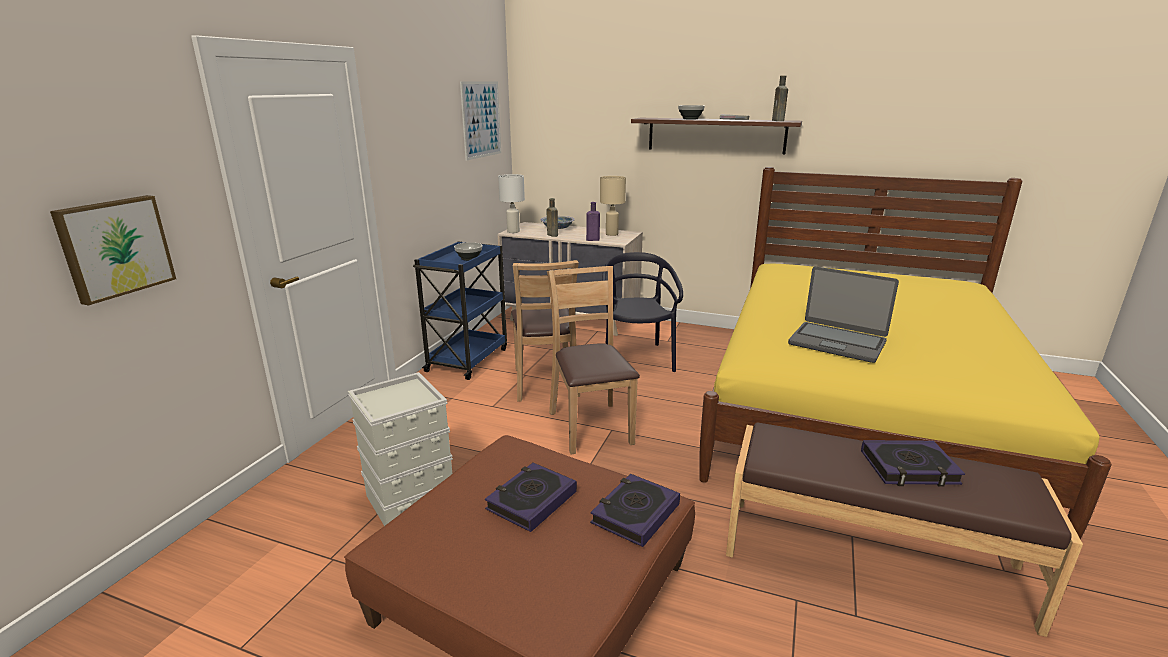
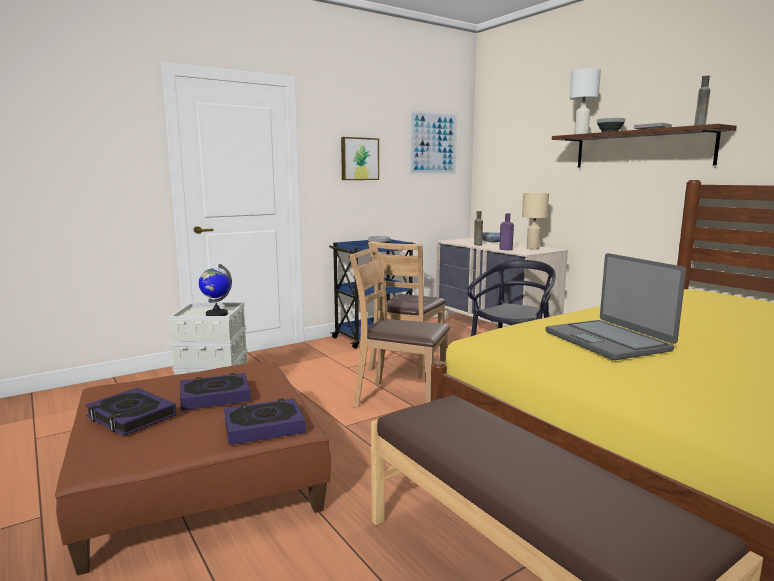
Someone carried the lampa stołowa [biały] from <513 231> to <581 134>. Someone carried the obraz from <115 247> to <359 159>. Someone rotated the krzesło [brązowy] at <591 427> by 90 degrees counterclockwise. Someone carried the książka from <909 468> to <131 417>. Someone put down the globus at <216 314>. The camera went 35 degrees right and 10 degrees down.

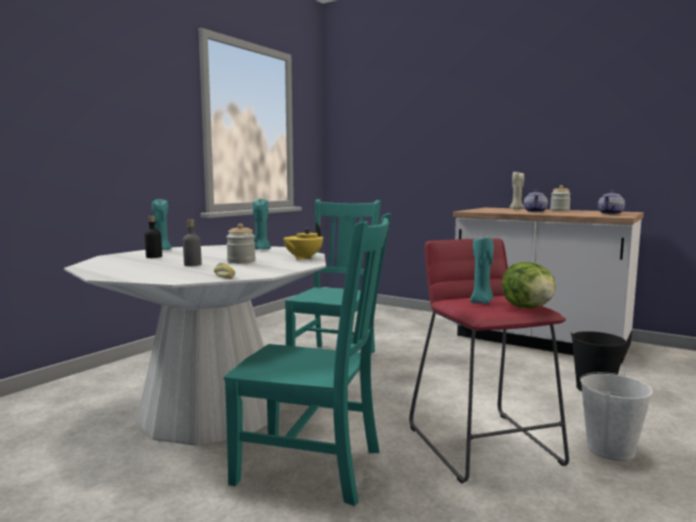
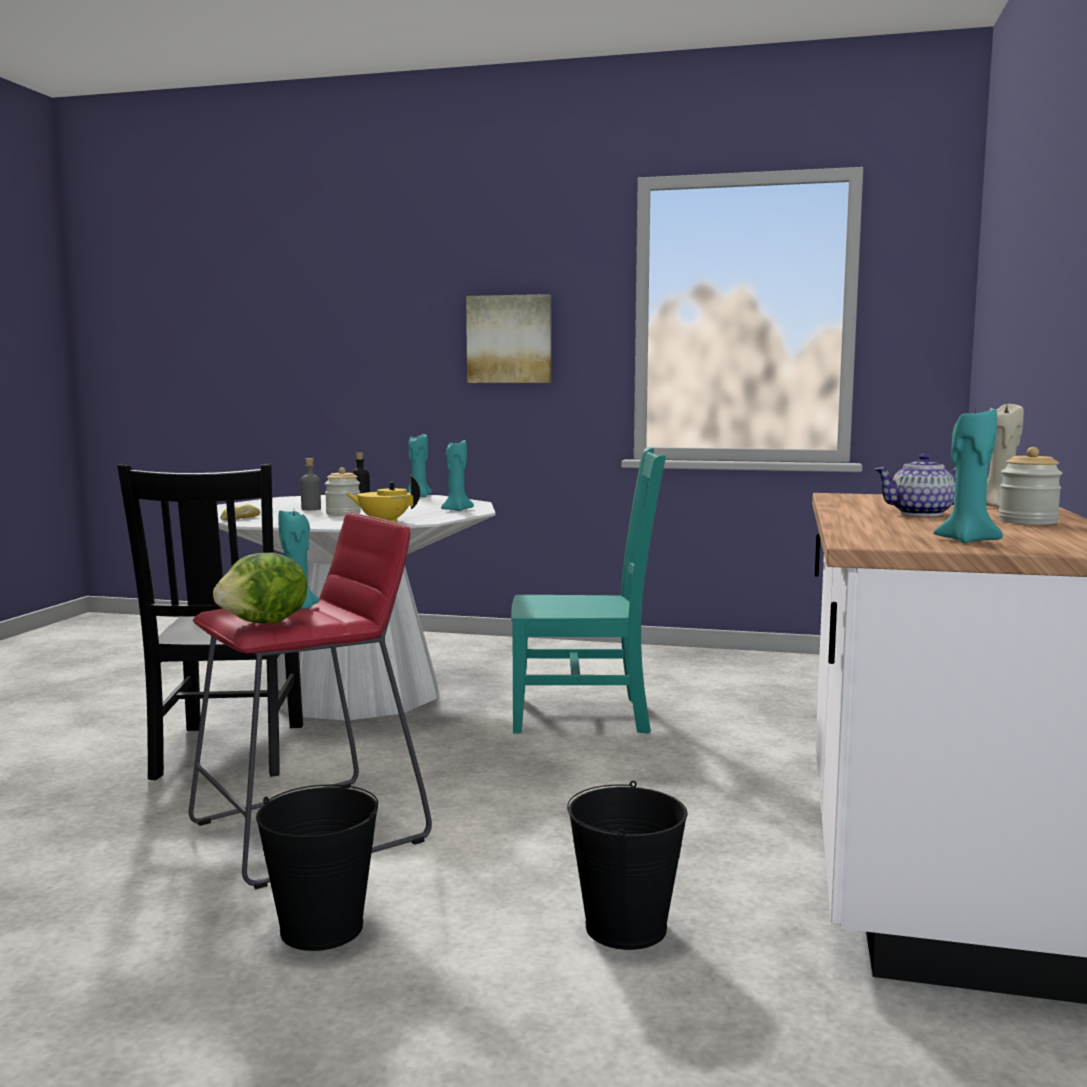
Someone swapped the imbryk at <611 213> for the świeca [turkusowy] at <967 540>. Someone repainted the krzesło [turkusowy] at <313 467>, which became the krzesło [czarny] at <228 753>. Someone repainted the wiadro [biały] at <611 449>, which became the wiadro [czarny] at <321 929>. Someone put up the obraz at <509 339>. The camera went 70 degrees right and 0 degrees up.

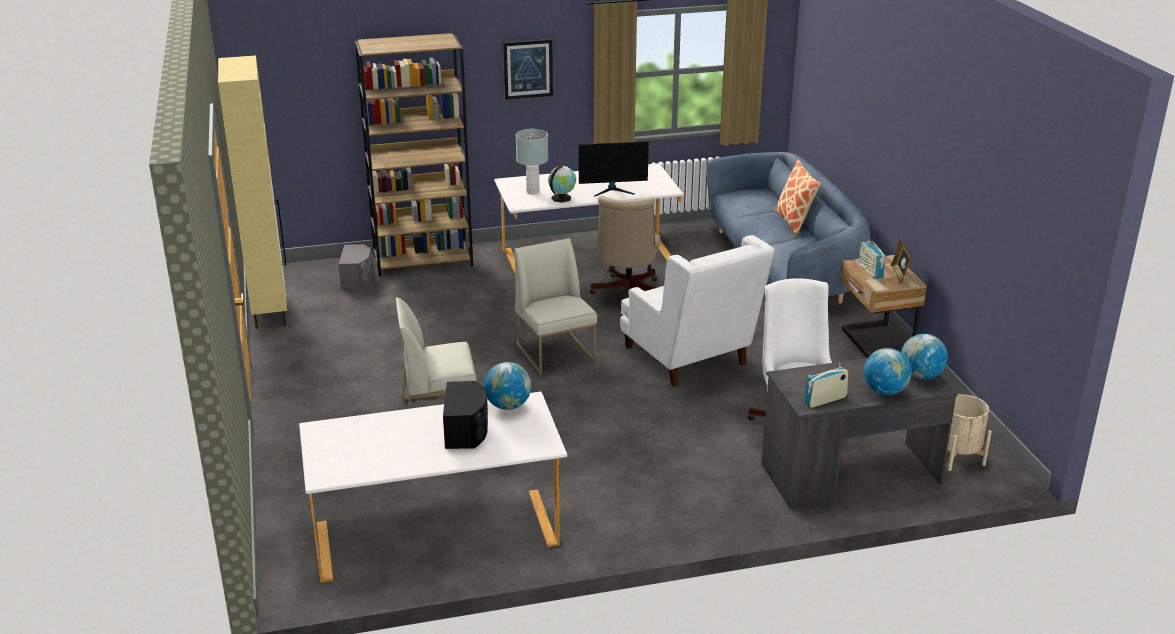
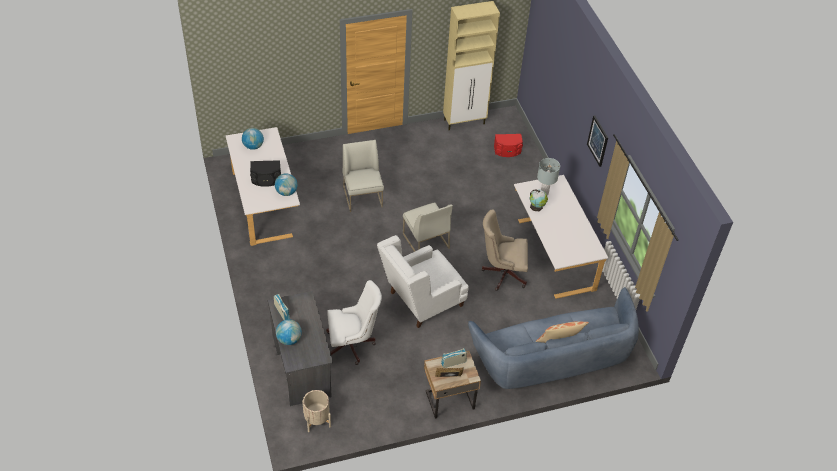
Someone took away the regał [brązowy] at <423 260>. Someone took away the monitor at <613 190>. Someone rotated the krzesło [biały] at <556 353> by 90 degrees clockwise. Someone repainted the głośnik [szary] at <357 278>, which became the głośnik [czerwony] at <507 151>. Someone carried the globus from <921 376> to <253 146>. The camera went 85 degrees right and 20 degrees up.

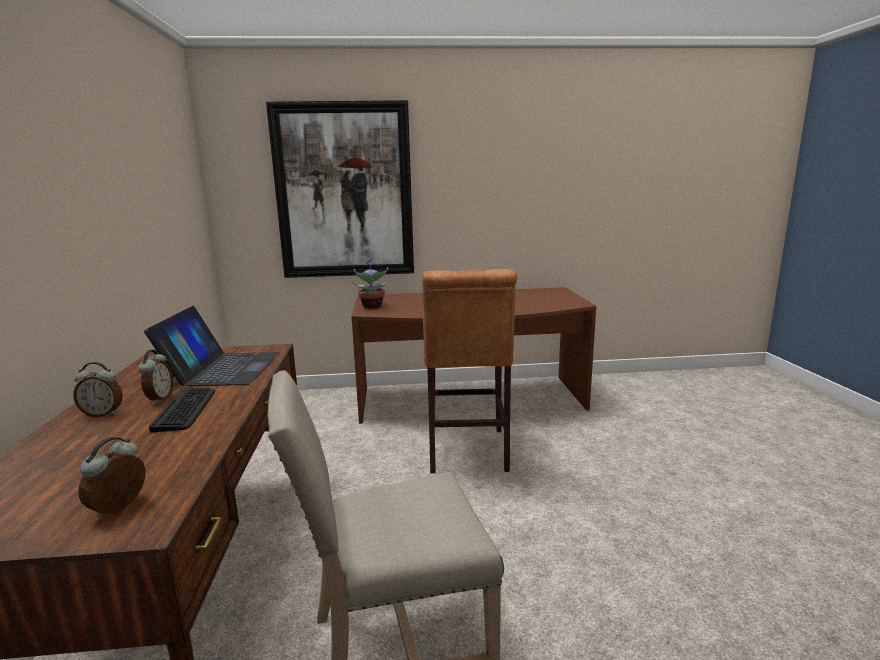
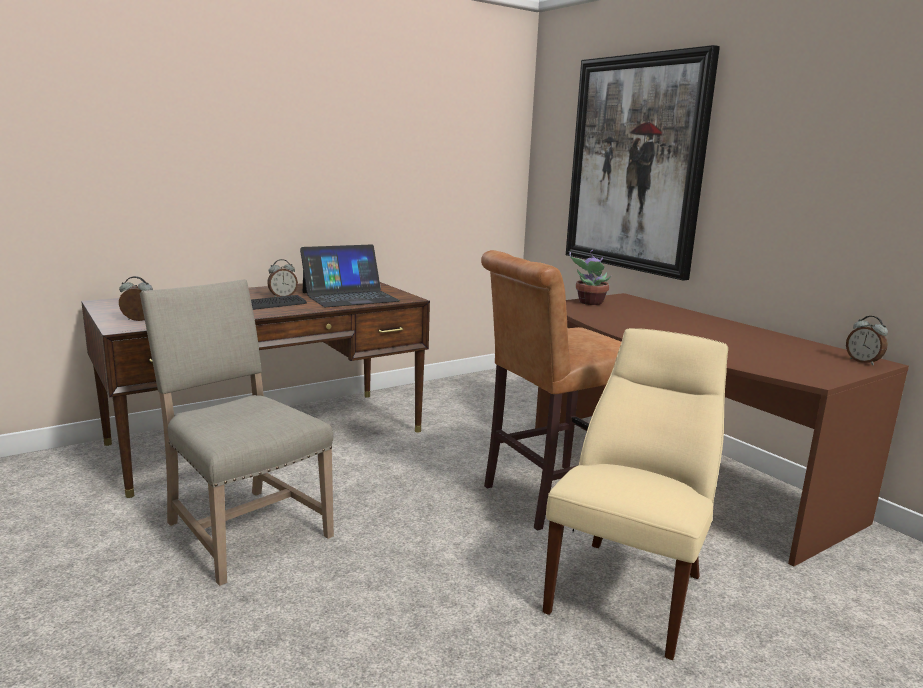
Someone carried the budzik from <103 414> to <863 362>. Someone put down the krzesło [beżowy] at <629 589>. The camera went 60 degrees right and 0 degrees up.

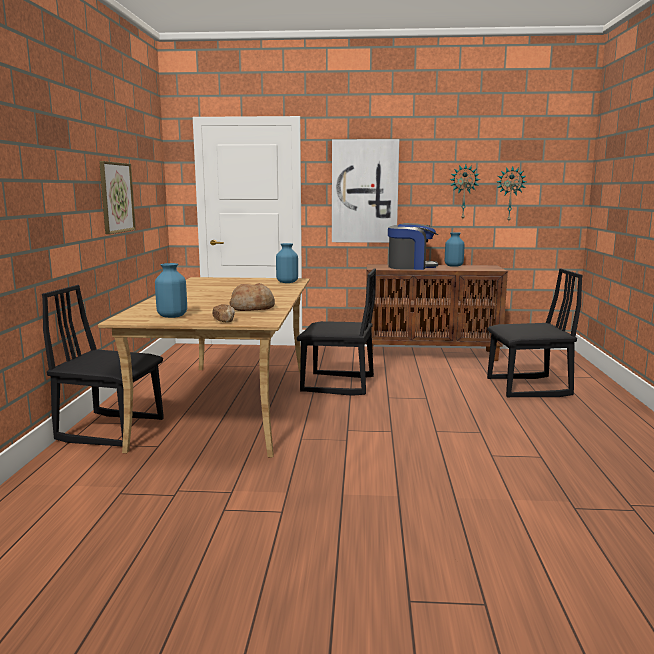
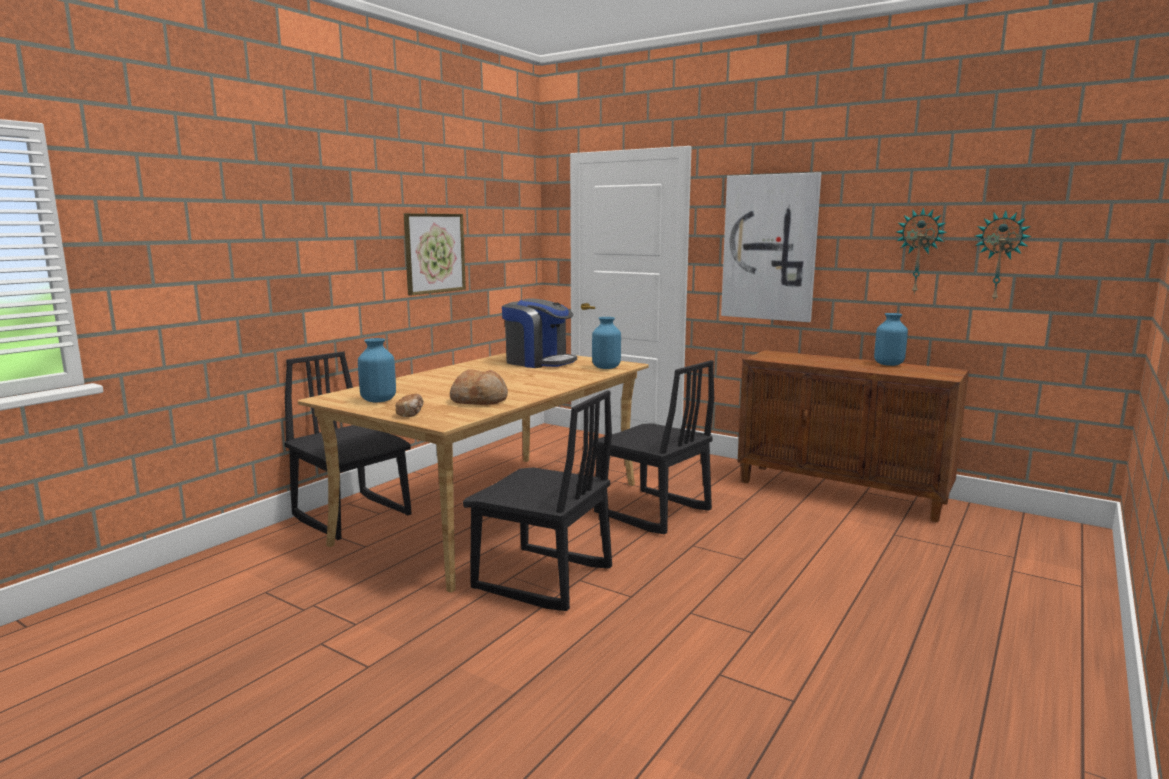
Someone carried the ekspres do kawy from <411 267> to <539 362>. Someone carried the krzesło [czarny] from <528 387> to <542 579>. The camera went 30 degrees right and 0 degrees up.

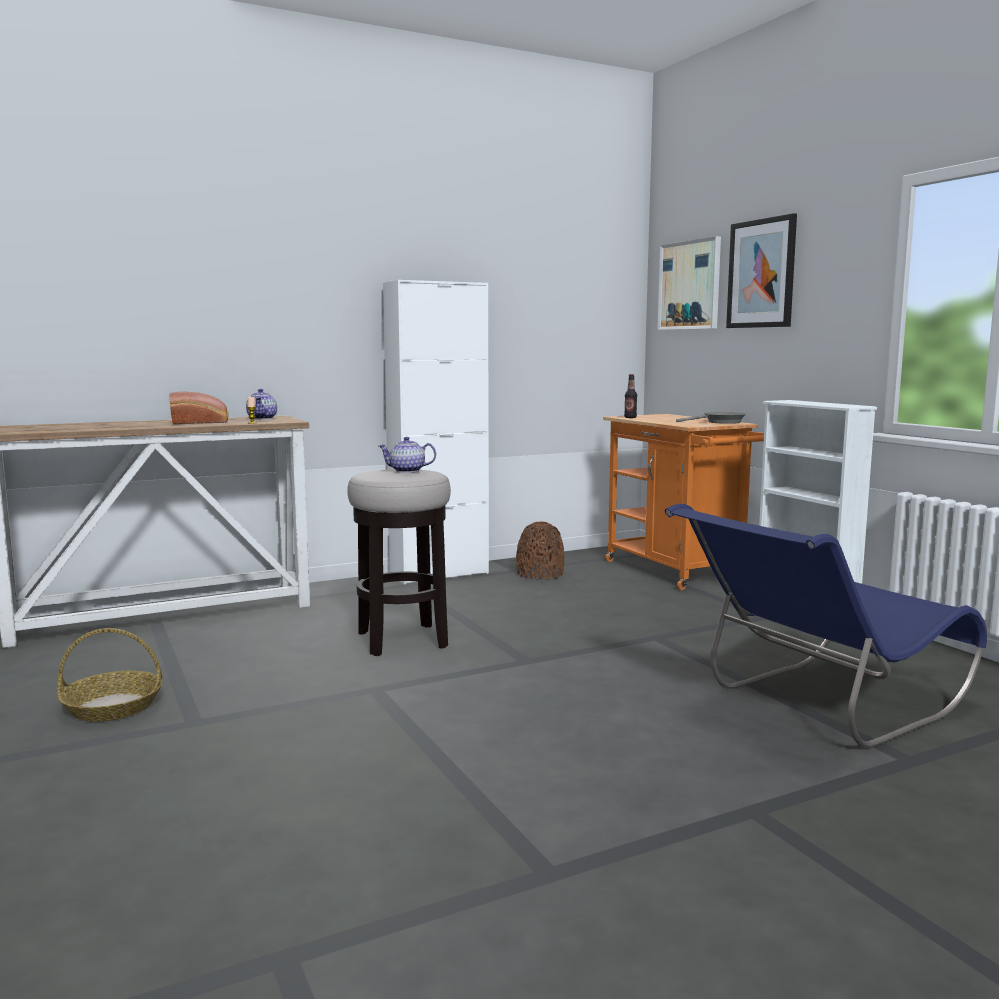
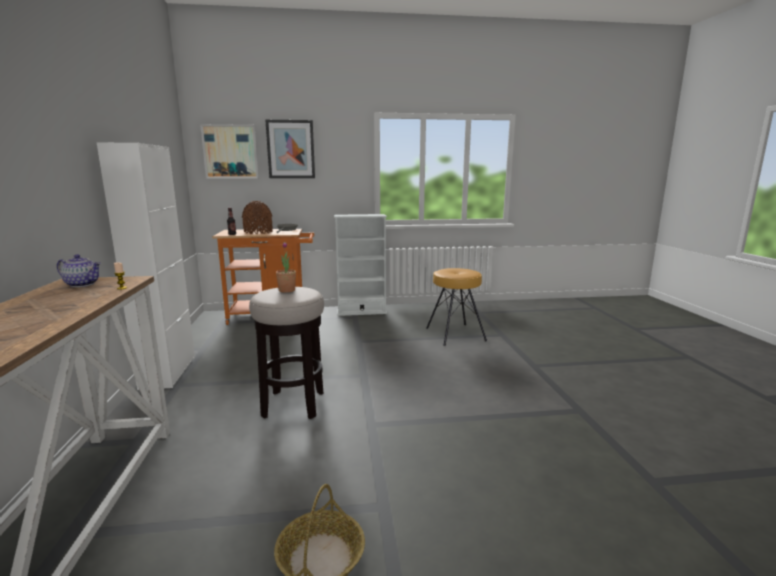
Someone took away the chleb at <201 422>. Someone swapped the imbryk at <407 471> for the roślina doniczkowa at <287 290>. Someone swapped the krzesło [niebieski] at <820 707> for the stołek [brązowy] at <454 334>. Someone carried the wazon [brązowy] from <540 574> to <258 232>. The camera went 70 degrees left and 5 degrees up.

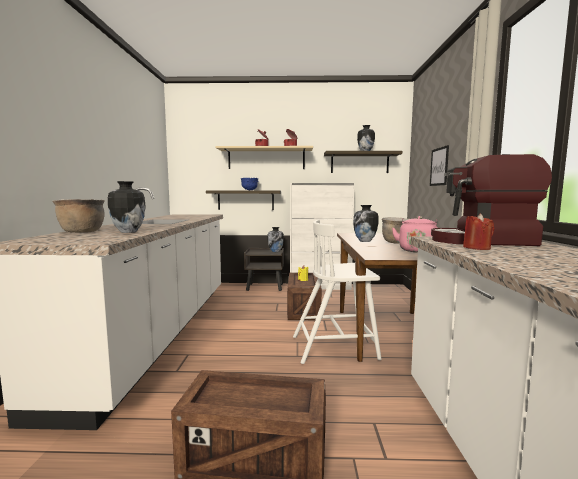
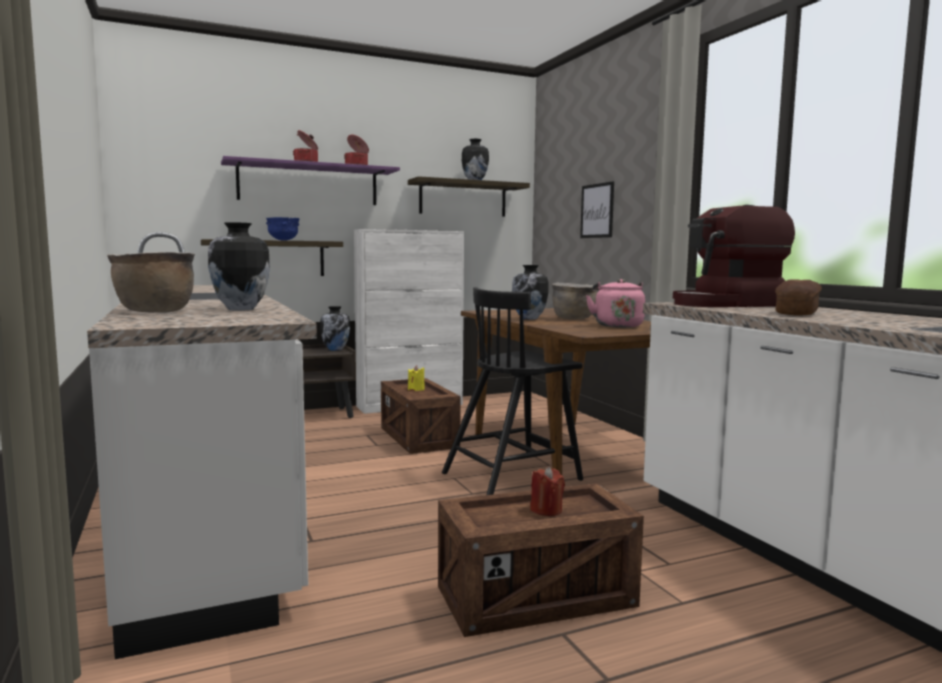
Someone repainted the półka [beżowy] at <266 159>, which became the półka [fioletowy] at <308 184>. Someone carried the świeca [czerwony] from <477 248> to <546 510>. Someone repainted the krzesło [biały] at <335 347>, which became the krzesło [czarny] at <513 476>. Someone put down the chleb at <797 313>. The camera went 25 degrees left and 0 degrees up.

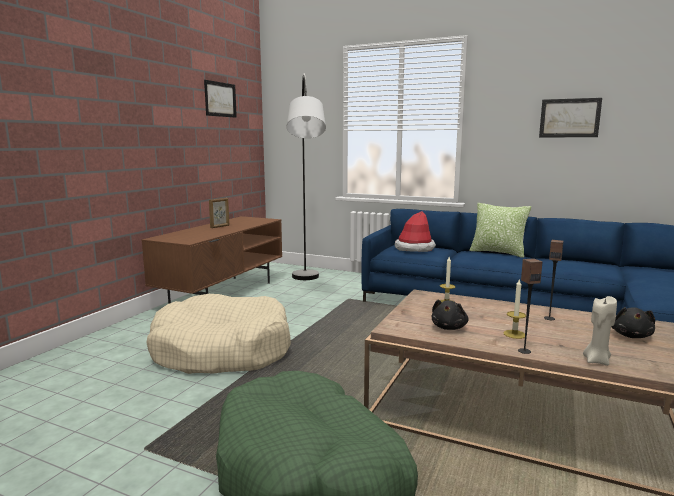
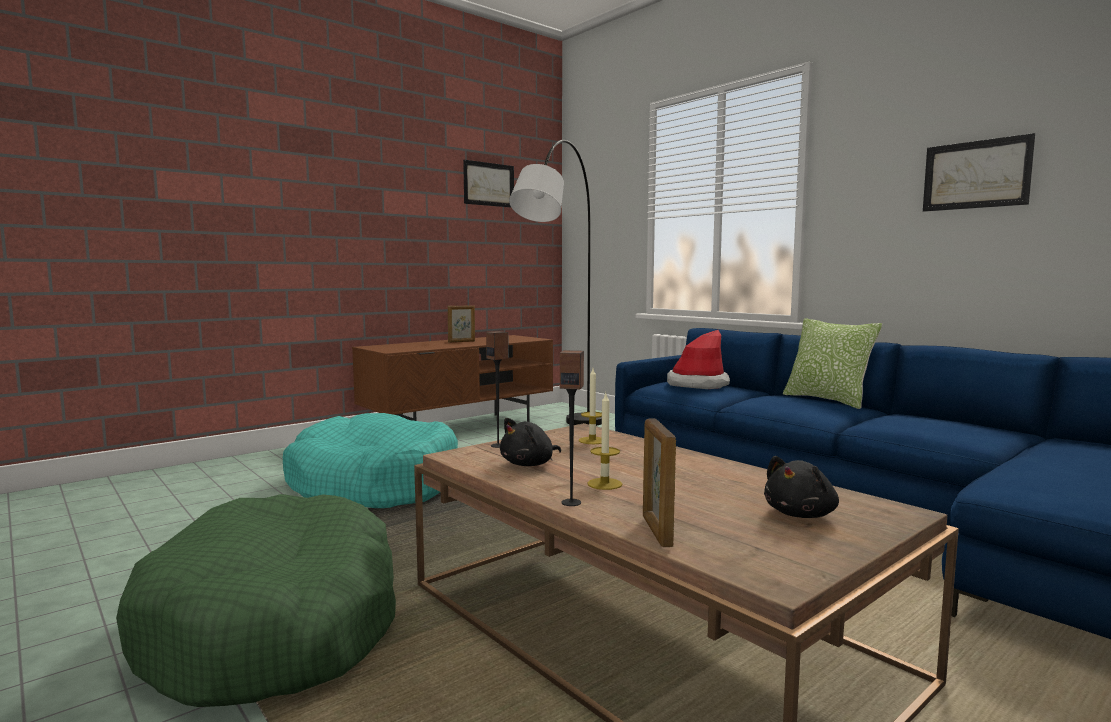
Someone carried the głośnik from <549 318> to <498 445>. Someone repainted the legowisko [beżowy] at <222 350>, which became the legowisko [turkusowy] at <373 484>. Someone swapped the świeca [beżowy] at <596 361> for the ramka na zdjęcie at <656 531>. The camera went 25 degrees right and 5 degrees down.

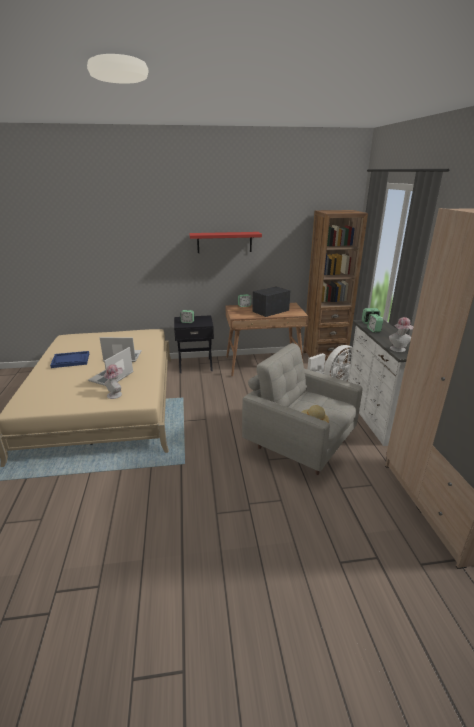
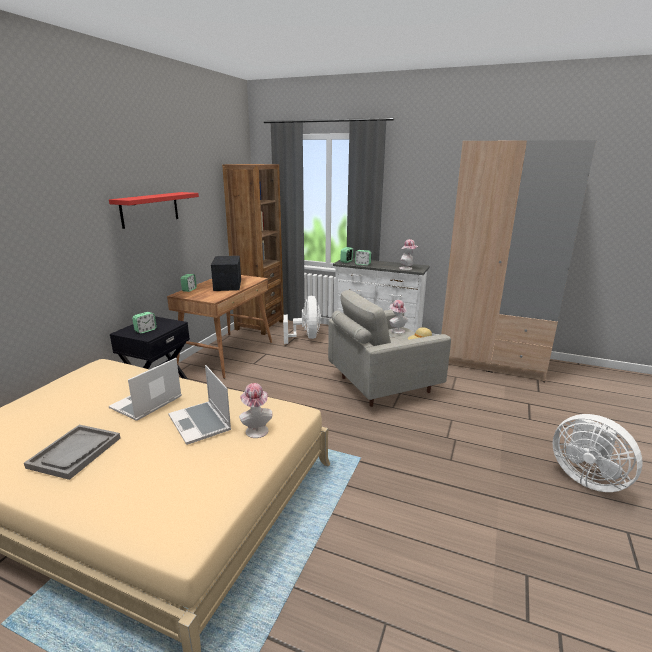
Someone repainted the taca [niebieski] at <70 360>, which became the taca [szary] at <75 452>. Someone put down the kapelusz at <396 330>. Someone put down the wentylator [biały] at <587 478>. The camera went 60 degrees left and 5 degrees down.

